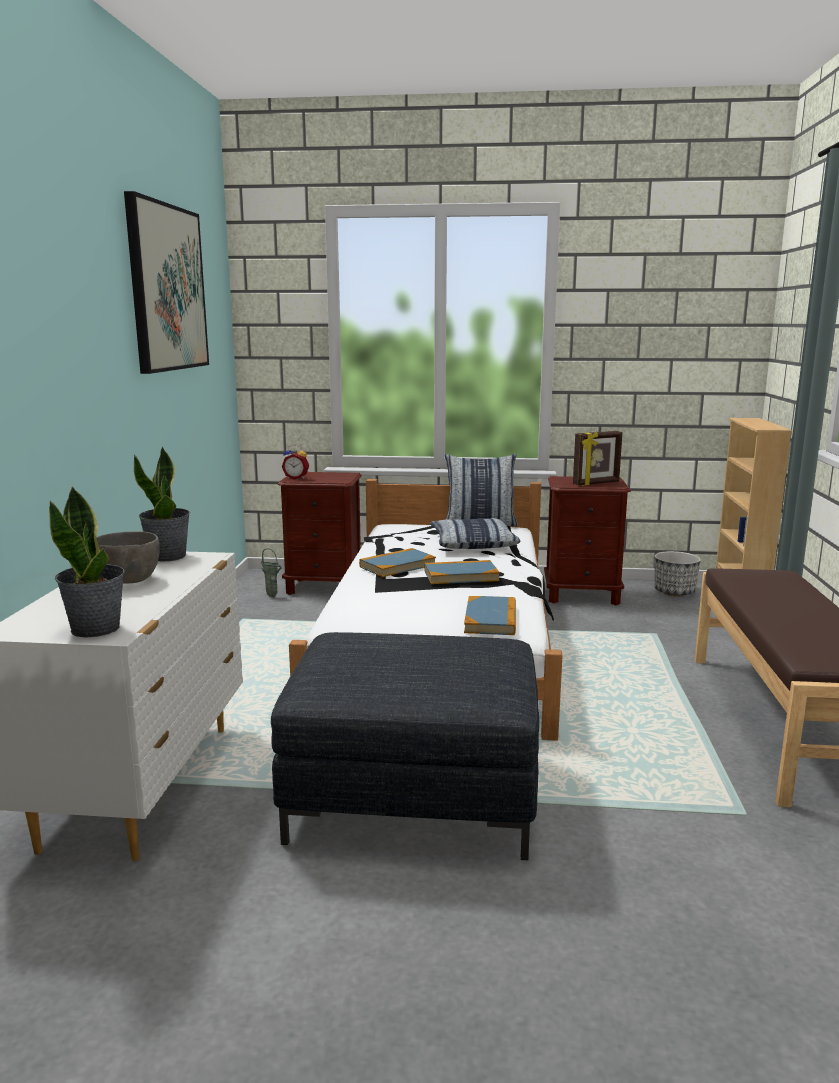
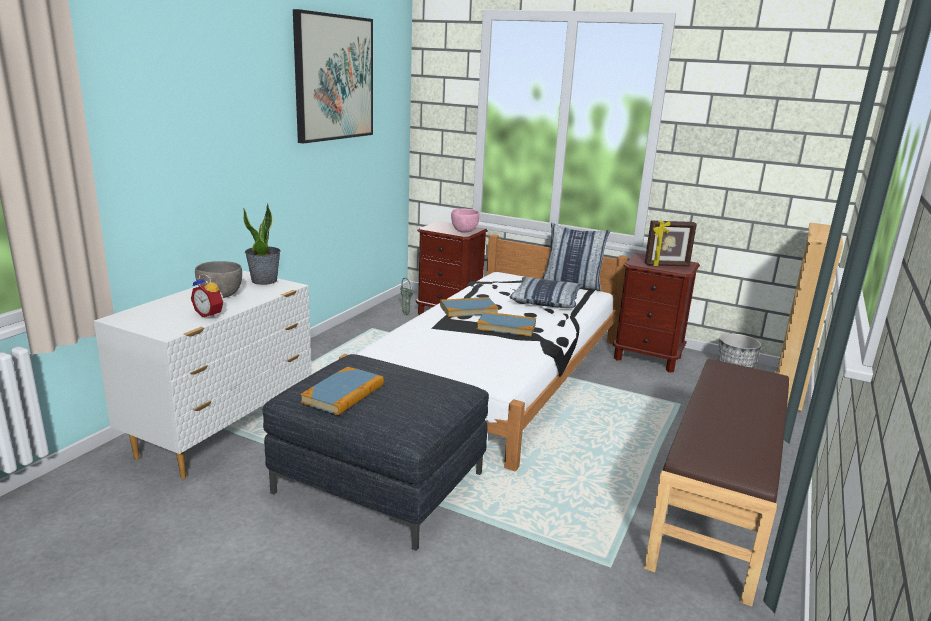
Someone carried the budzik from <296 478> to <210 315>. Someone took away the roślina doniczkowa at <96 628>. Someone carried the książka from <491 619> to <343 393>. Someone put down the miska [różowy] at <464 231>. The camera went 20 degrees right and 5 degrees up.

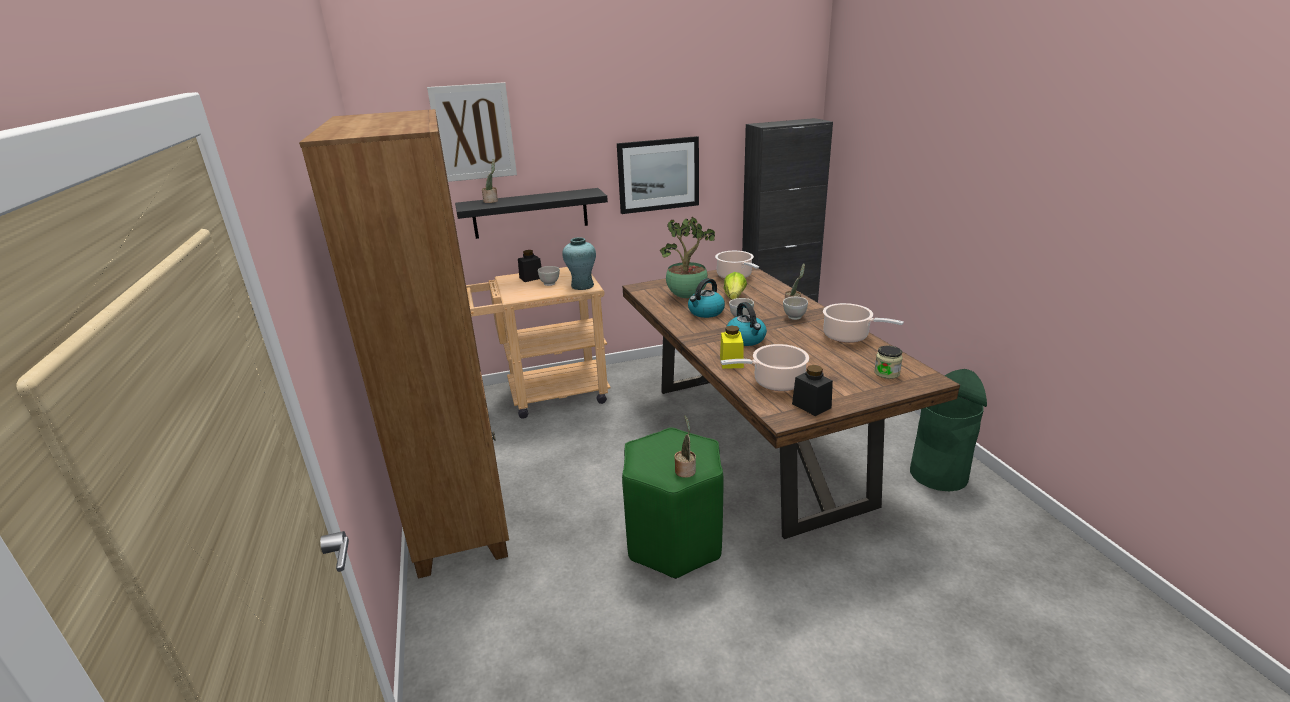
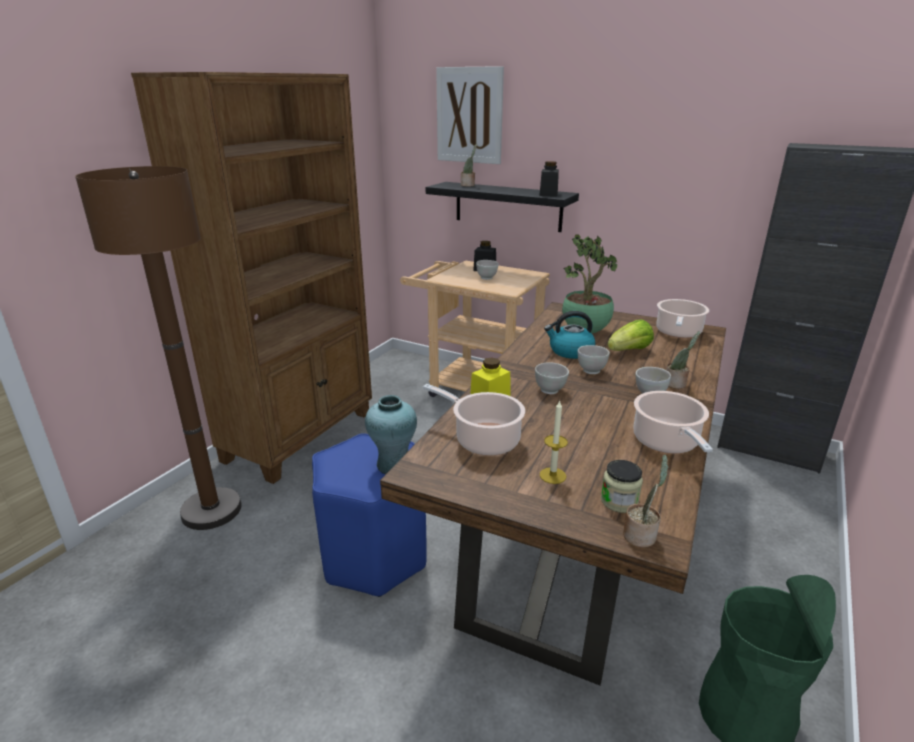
Someone took away the obraz at <658 175>. Someone carried the wazon [turkusowy] from <582 286> to <393 465>. Someone swapped the czajnik at <746 339> for the miska [biały] at <550 390>. Someone carried the słoik [czarny] from <811 406> to <548 194>. Someone carried the roślina doniczkowa from <685 470> to <641 535>. Someone repainted the stołek [zielony] at <673 541>, which became the stołek [niebieski] at <374 555>. Someone put down the lampa stojąca [brązowy] at <211 510>. Someone put down the świeca at <552 475>. The camera went 45 degrees right and 0 degrees up.

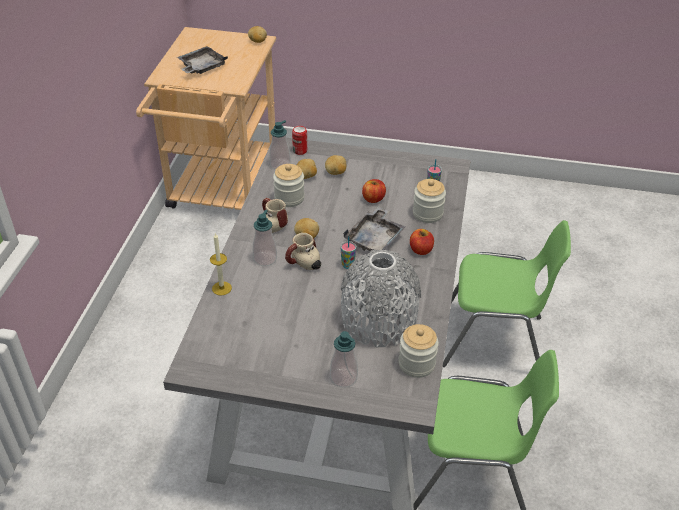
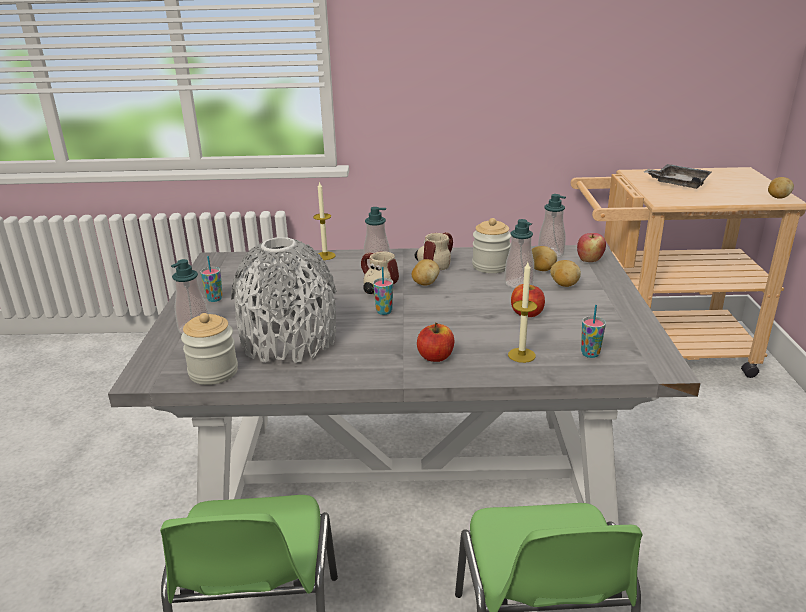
Someone swapped the puszka at <300 151> for the jabłko at <589 260>. Someone swapped the słoik at <427 214> for the świeca at <521 355>. Someone took away the taca [szary] at <375 238>. Someone put down the dozownik mydła at <518 284>. Someone put down the filiżanka at <214 299>. The camera went 80 degrees right and 15 degrees down.

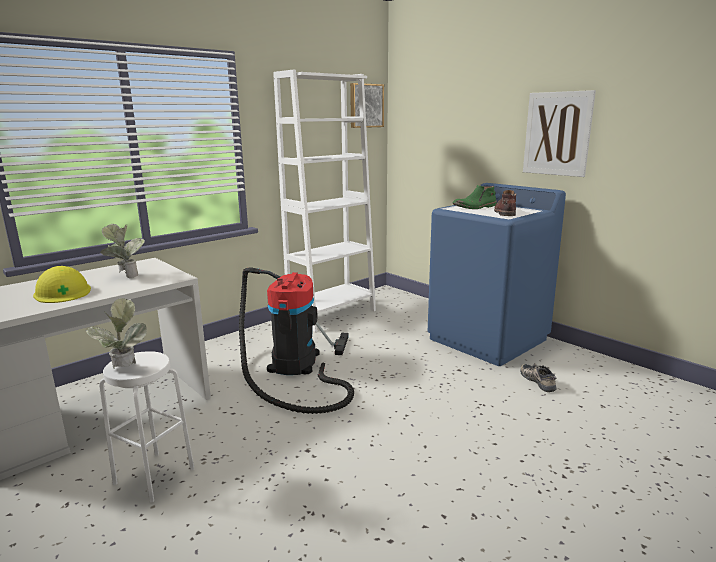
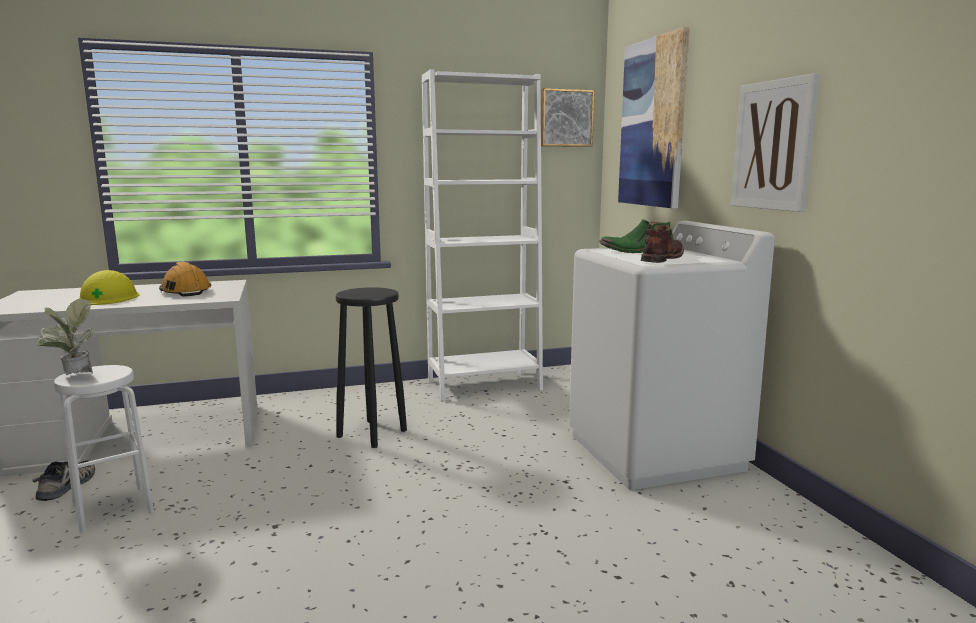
Someone repainted the pralka [niebieski] at <488 339>, which became the pralka [biały] at <655 452>. Someone swapped the roślina doniczkowa at <126 276> for the kask [pomarańczowy] at <185 291>. Someone swapped the odkurzacz at <294 366> for the stołek [czarny] at <373 433>. Someone carried the but from <539 381> to <68 485>. Someone put up the obraz at <653 123>. The camera went 25 degrees right and 5 degrees down.

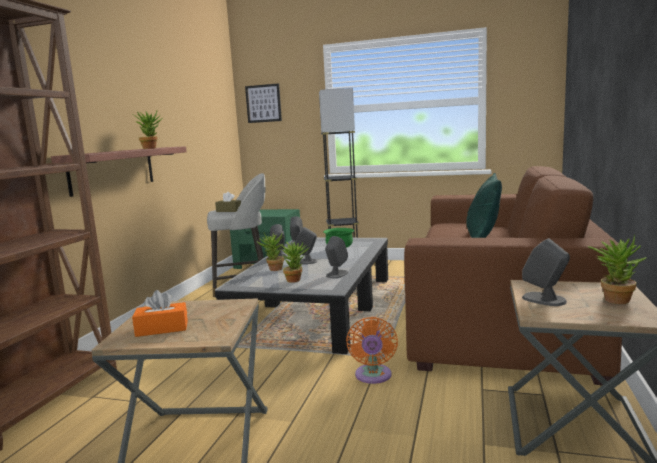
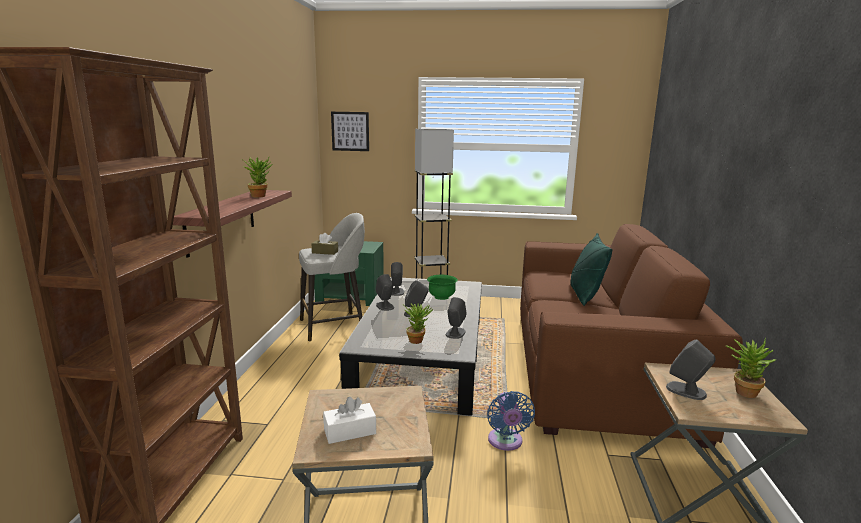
Someone took away the roślina doniczkowa at <273 269>. Someone repainted the pudełko chusteczek [pomarańczowy] at <162 329>, which became the pudełko chusteczek [biały] at <350 431>. Someone repainted the wentylator [pomarańczowy] at <373 376>, which became the wentylator [niebieski] at <506 442>. The camera went 10 degrees left and 5 degrees up.

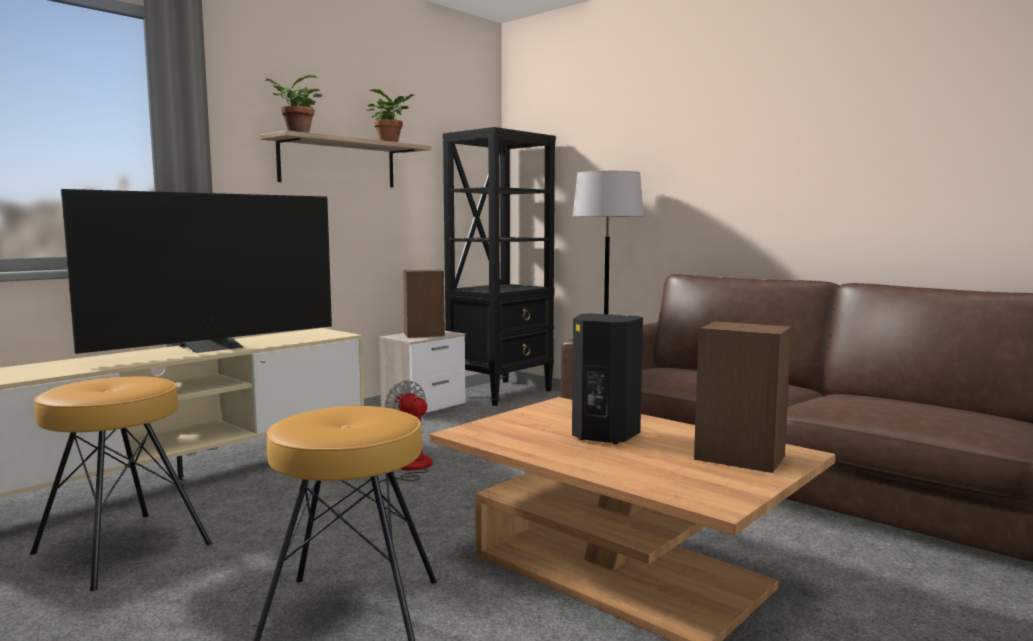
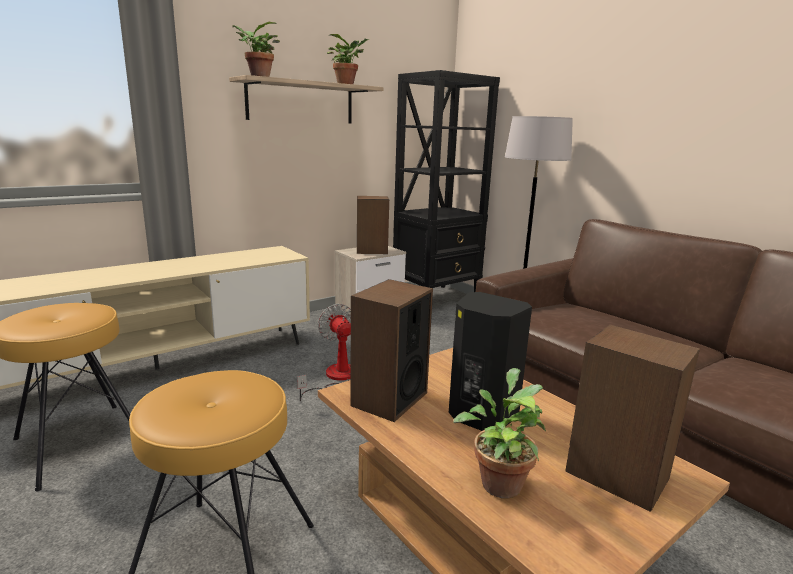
Someone took away the telewizor at <215 348>. Someone put down the głośnik at <389 399>. Someone put down the roślina doniczkowa at <499 481>. The camera went 10 degrees right and 10 degrees up.

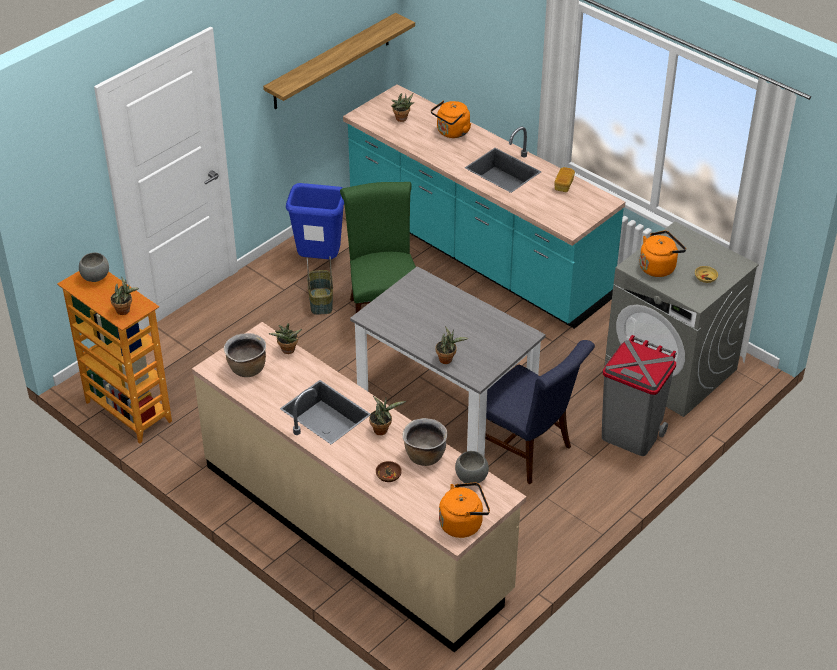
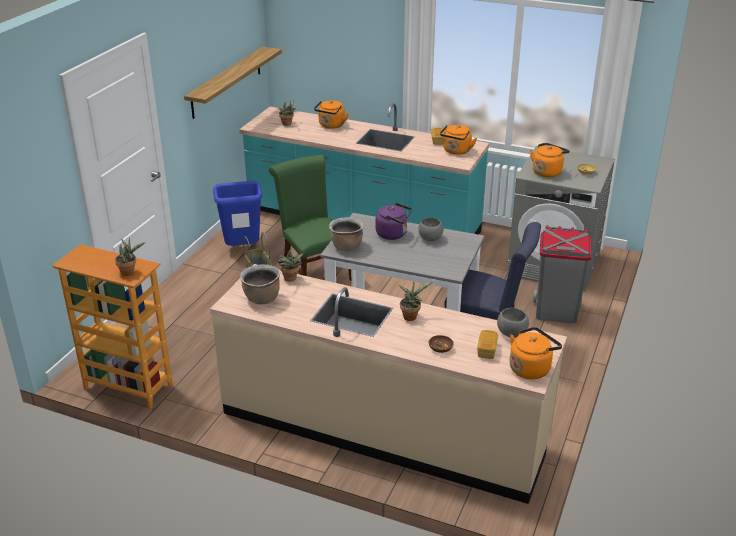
Someone carried the miska [szary] from <95 277> to <430 239>. Someone took away the roślina doniczkowa at <447 359>. Someone carried the garnek [brązowy] from <424 456> to <346 246>. Someone put down the czajnik [pomarańczowy] at <456 151>. Someone put down the czajnik [fioletowy] at <393 234>. Someone put down the chleb at <487 350>. The camera went 20 degrees left and 10 degrees down.

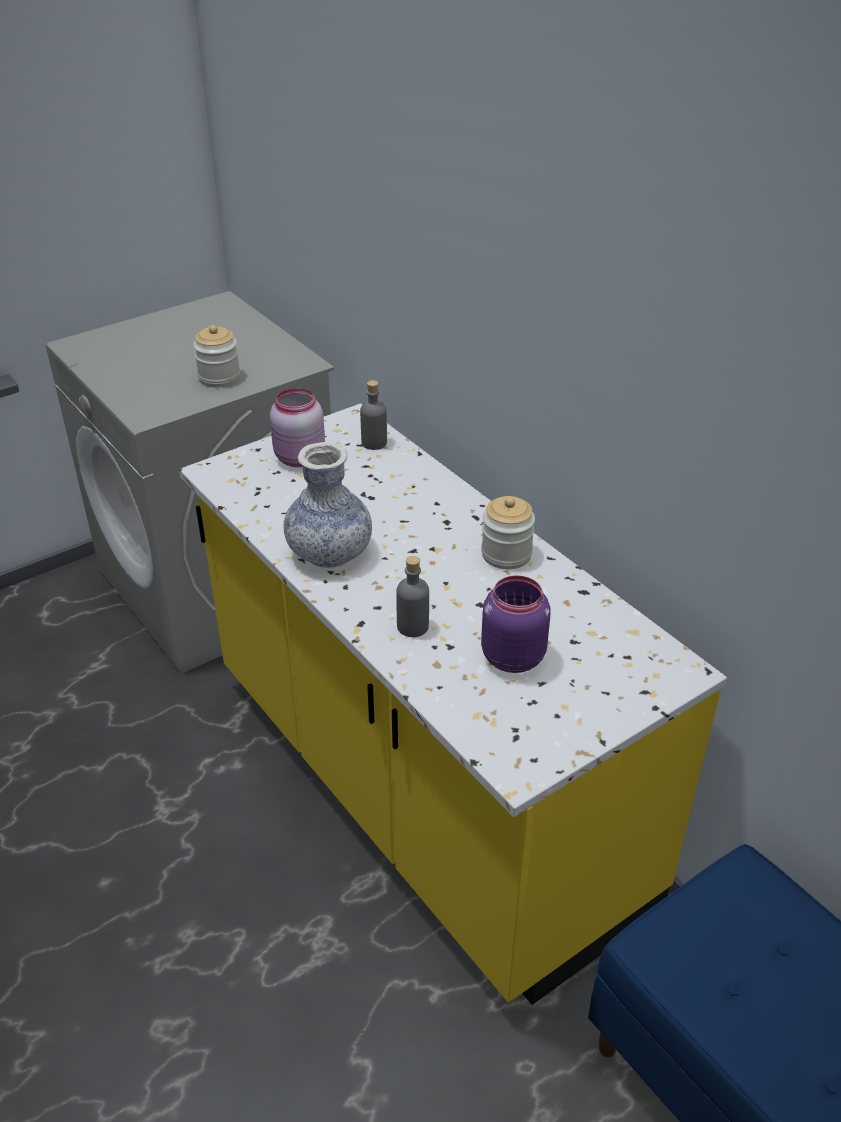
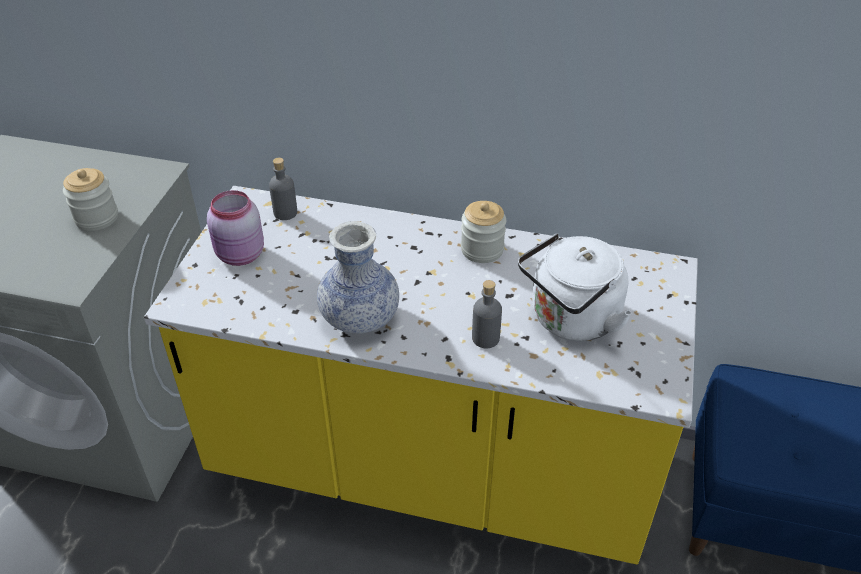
Someone swapped the słoik [fioletowy] at <511 656> for the czajnik [biały] at <570 320>. The camera went 40 degrees left and 5 degrees up.

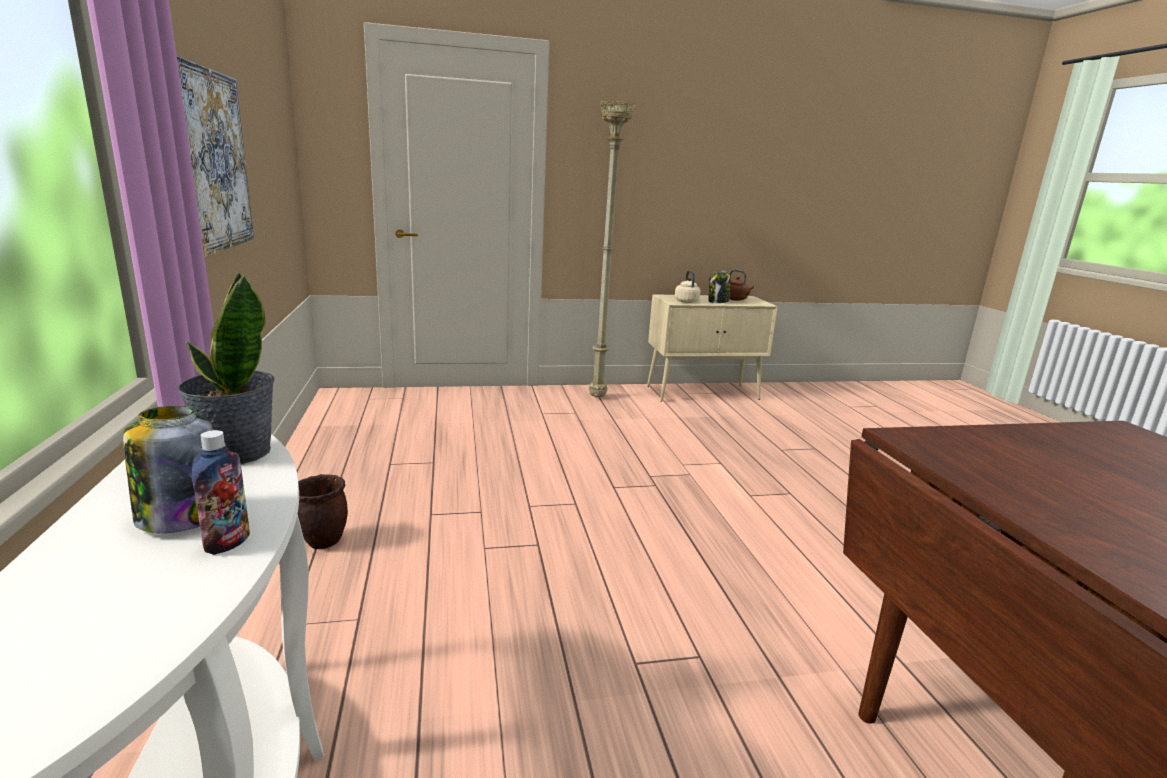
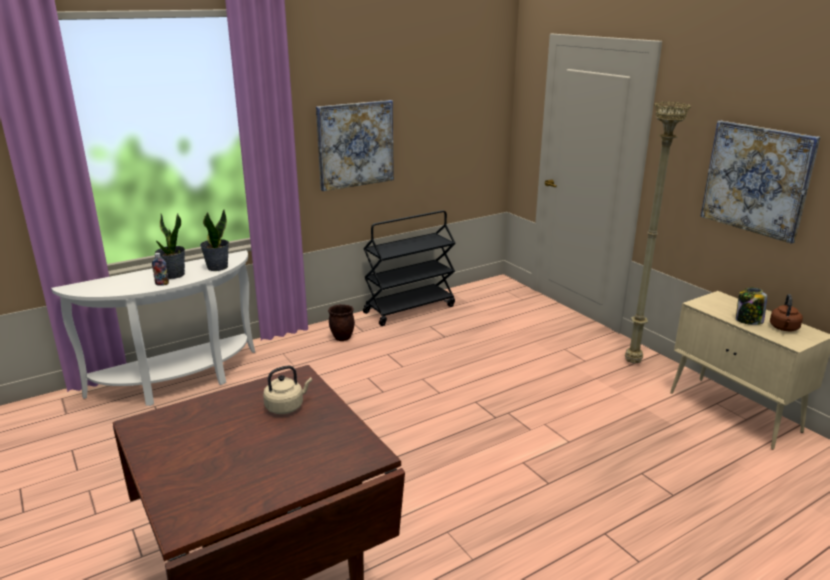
Someone carried the czajnik [beżowy] from <686 301> to <286 406>. Someone swapped the słoik at <179 517> for the roślina doniczkowa at <173 275>. Someone put up the obraz at <756 179>. Someone put down the wózek [czarny] at <409 309>. The camera went 70 degrees right and 5 degrees up.

